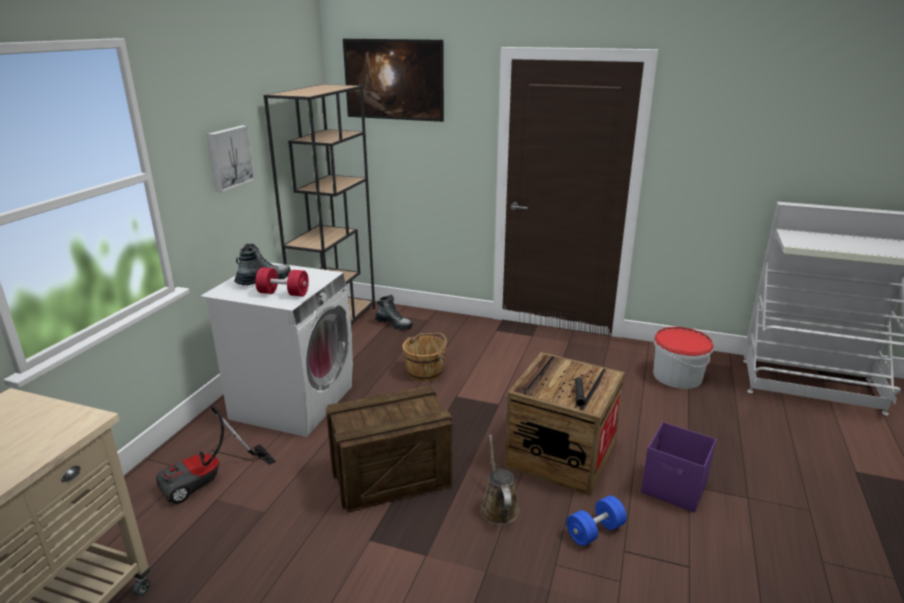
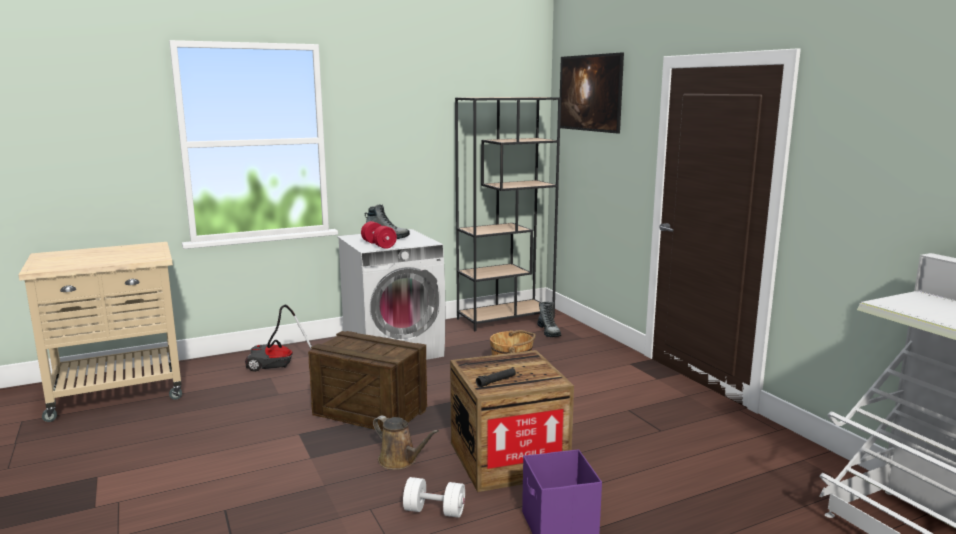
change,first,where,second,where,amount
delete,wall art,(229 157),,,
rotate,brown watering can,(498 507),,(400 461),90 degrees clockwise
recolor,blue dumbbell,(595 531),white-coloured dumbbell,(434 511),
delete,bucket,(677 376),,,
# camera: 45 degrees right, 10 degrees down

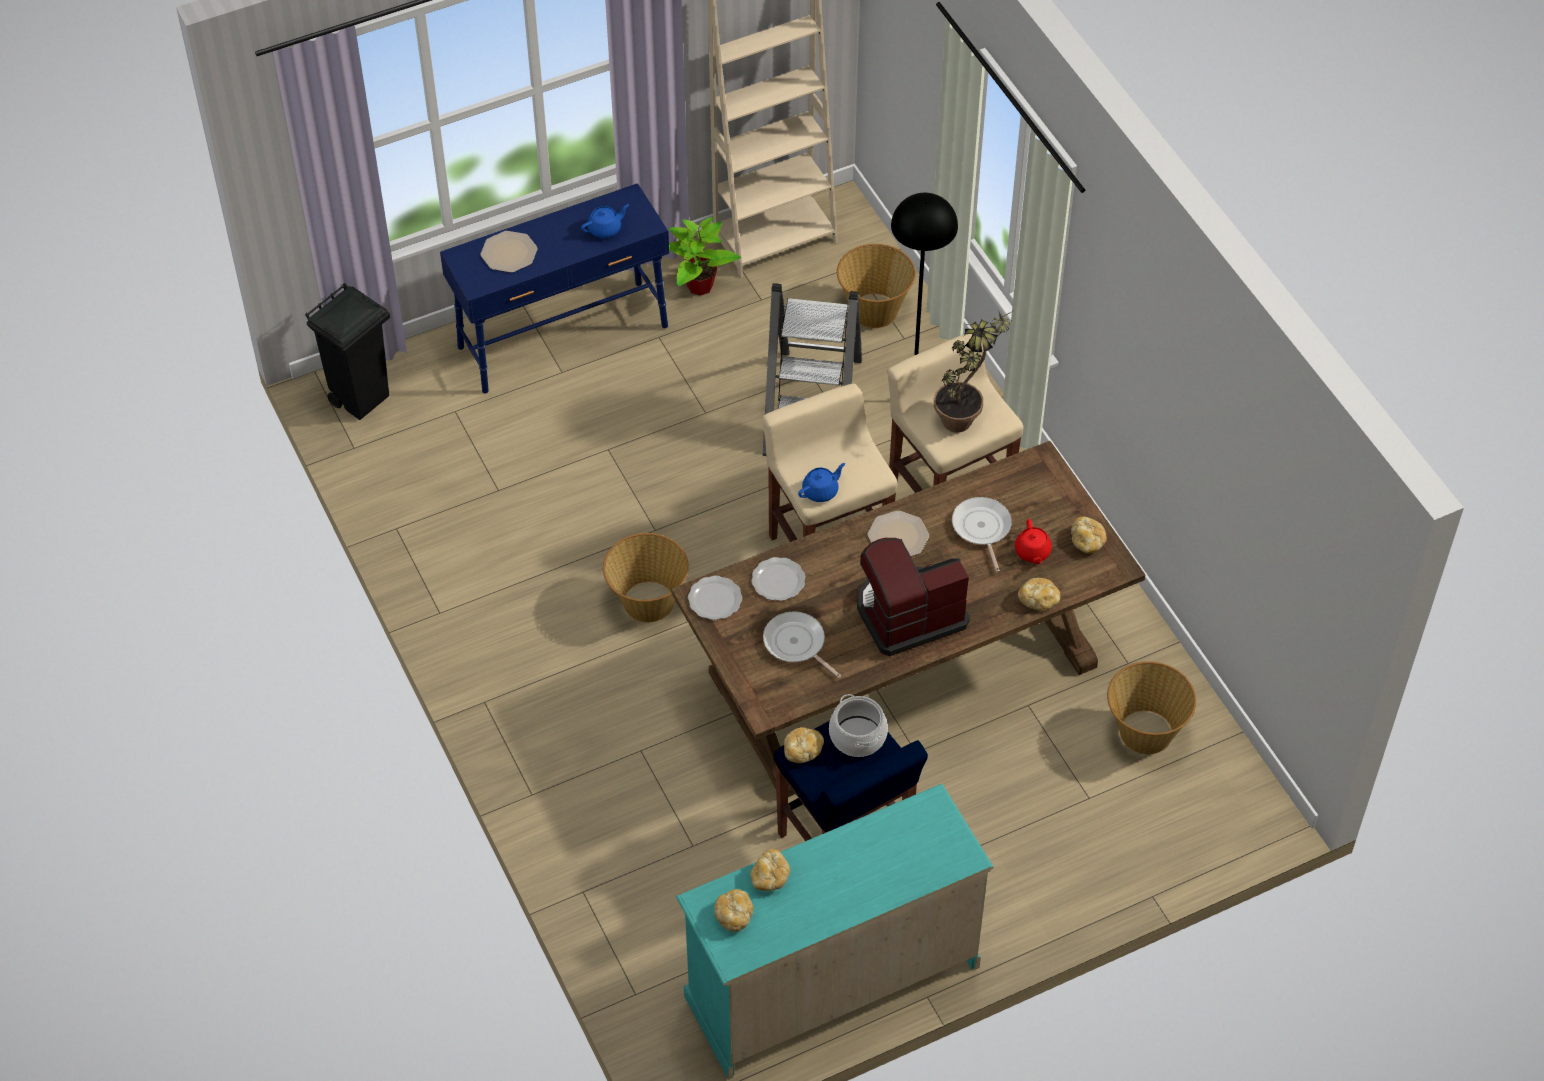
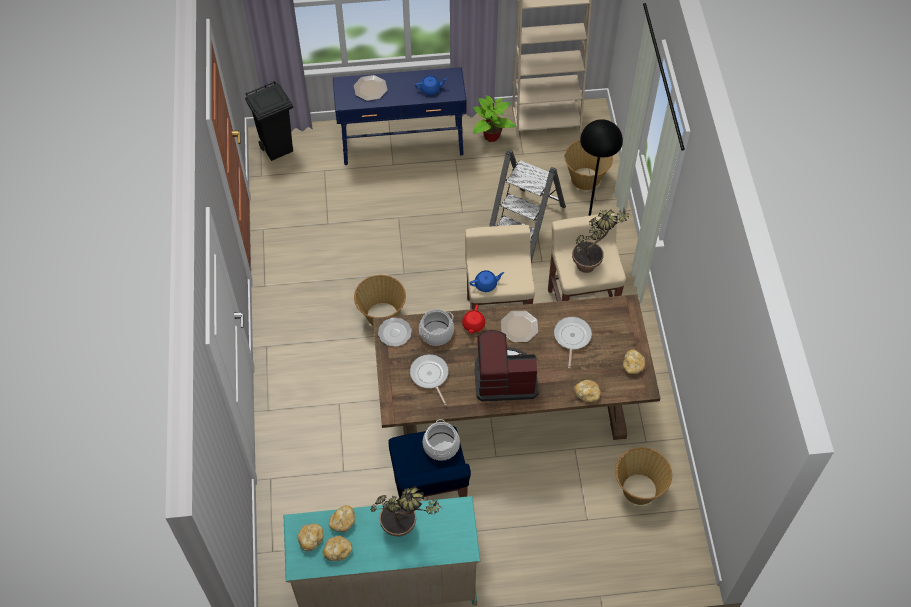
change,first,where,second,where,amount
replace,plate,(778 581),stockpot,(436 333),
move,bakery bread,(803 750),,(337 551),
move,reddish tea pot,(1032 552),,(473 325),
insert,,,potted plant,(406 529),
# camera: 20 degrees right, 5 degrees up

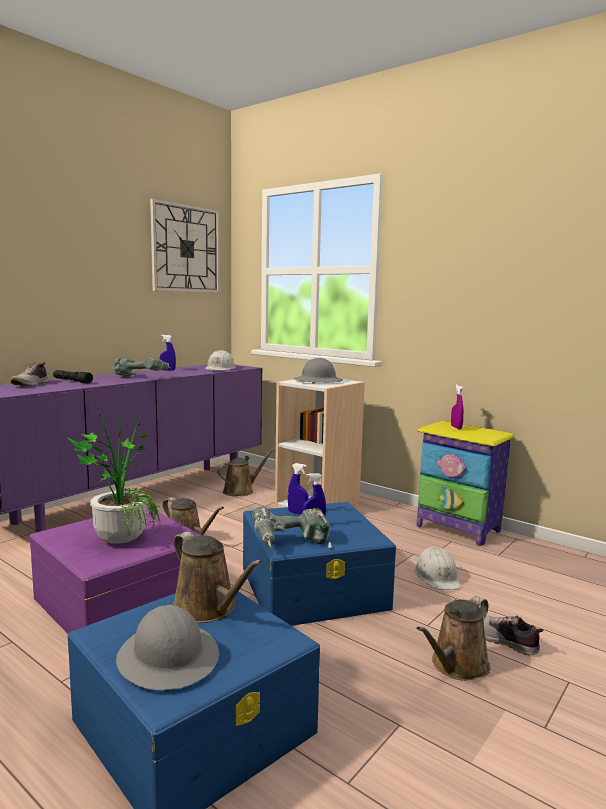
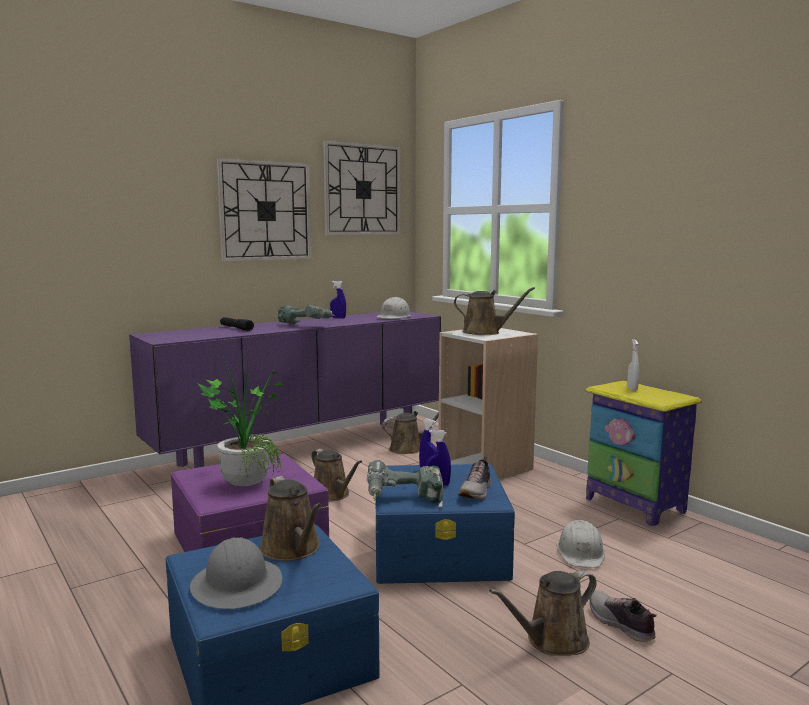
change,first,where,second,where,amount
move,low shoe,(31 384),,(476 492),
replace,greyish safety helmet,(318 381),brown watering can,(485 332),
recolor,purple sprayer,(456 427),white-coloured sprayer,(632 388),
insert,,,clock on the wall,(265 211),
# camera: 15 degrees right, 0 degrees up

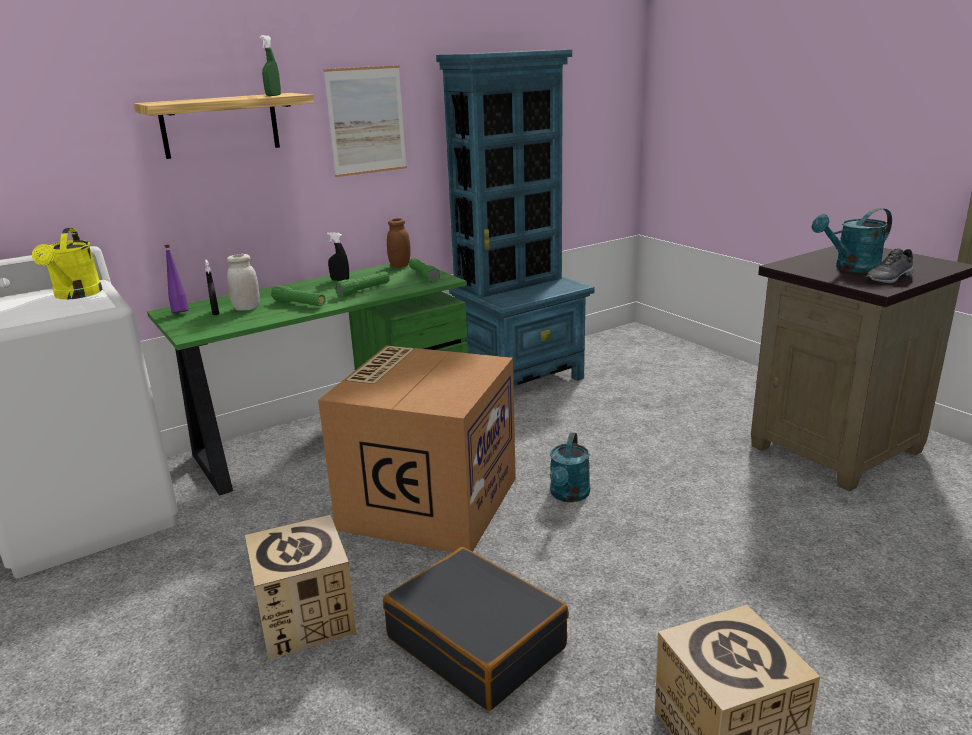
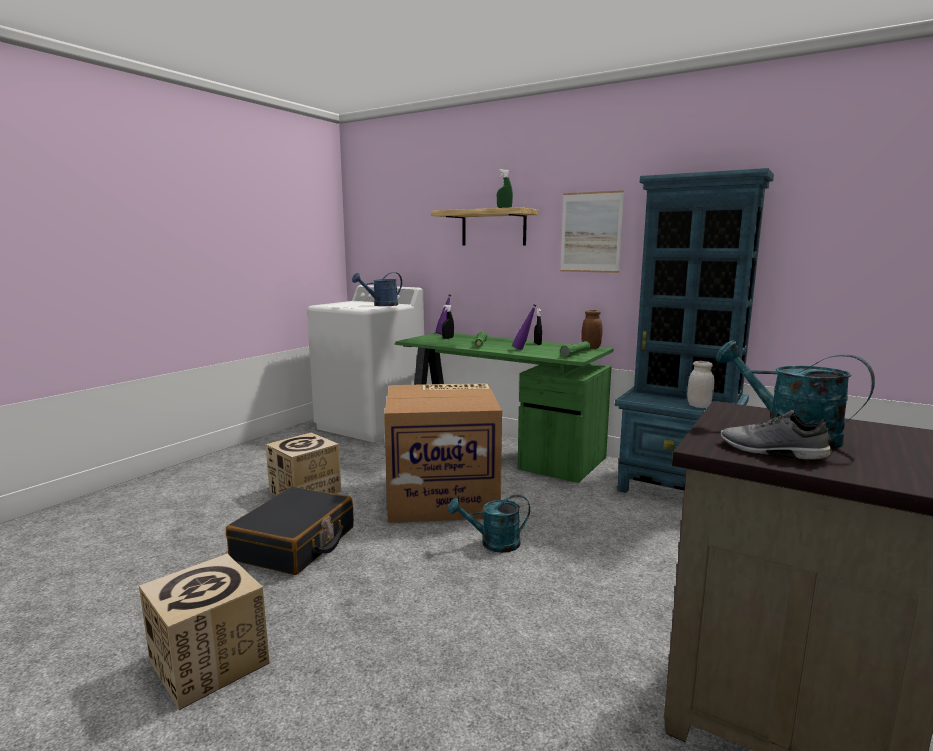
change,first,where,second,where,amount
recolor,yellow-coloured watering can,(75 295),blue watering can,(381 305),
move,white-coloured storage jar,(246 308),,(698 406),
replace,green hand torch,(364 290),purple bottle,(523 349),
# camera: 65 degrees right, 10 degrees down

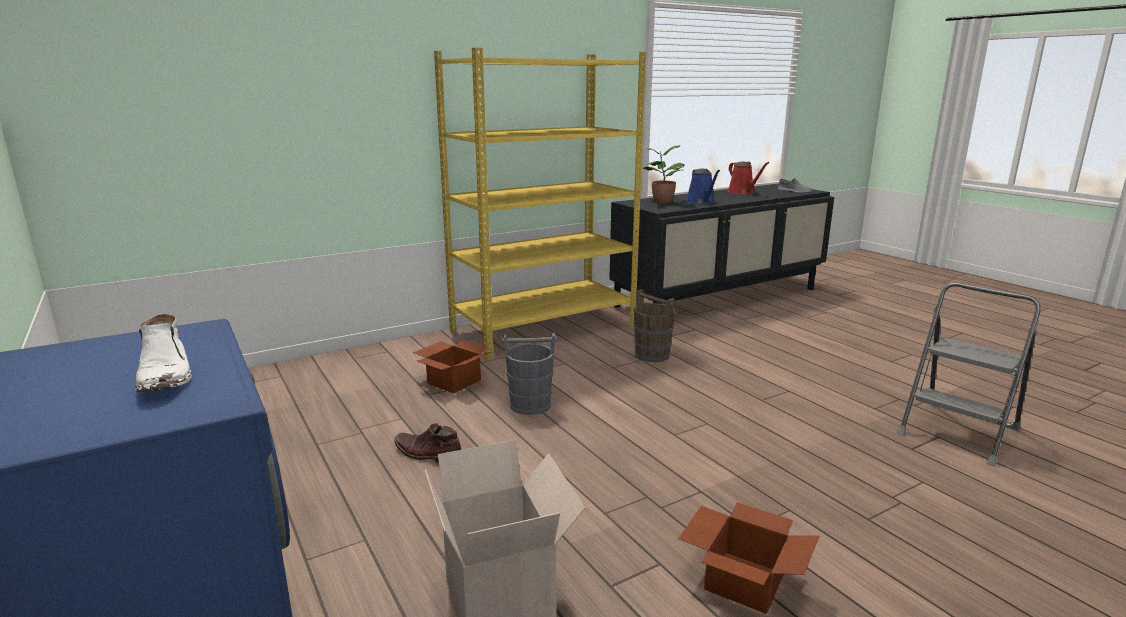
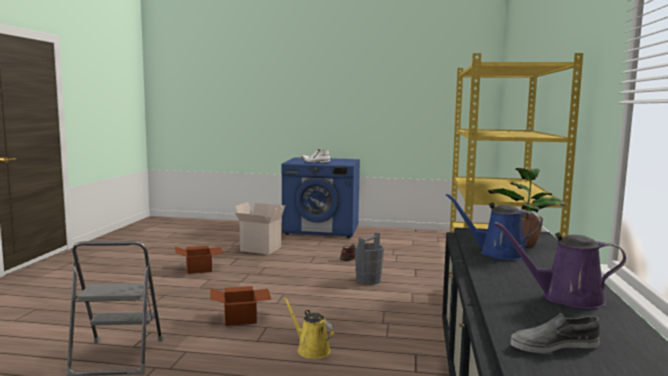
change,first,where,second,where,amount
move,packing box,(453 381),,(241 318),
delete,brown bucket,(652 355),,,
recolor,reddish watering can,(742 192),purple watering can,(566 298),
insert,,,yellow-coloured watering can,(311 349),
# camera: 130 degrees right, 10 degrees down

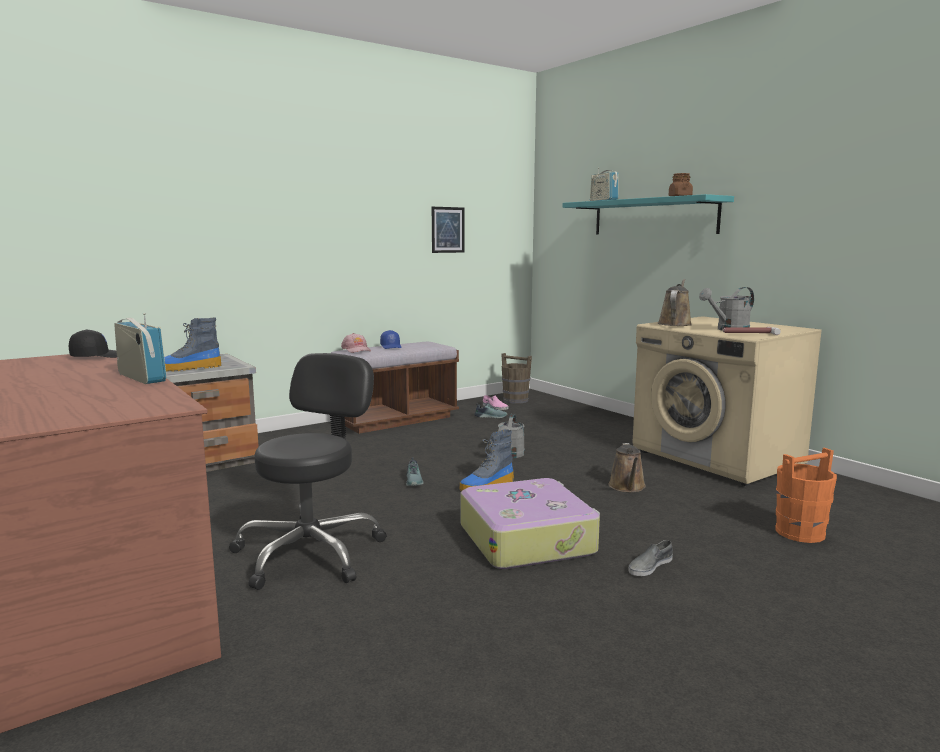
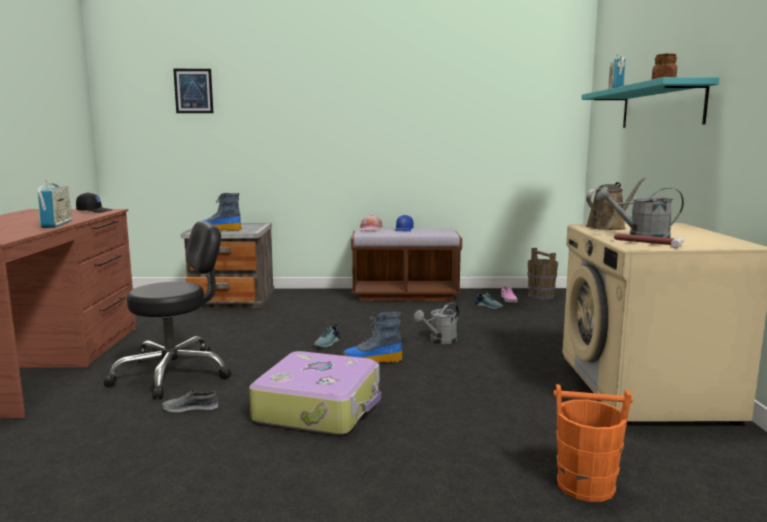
change,first,where,second,where,amount
move,wall art,(448 230),,(193 91),
delete,brown watering can,(627 487),,,
move,greyish low shoe,(649 566),,(191 408),
# camera: 35 degrees right, 0 degrees up

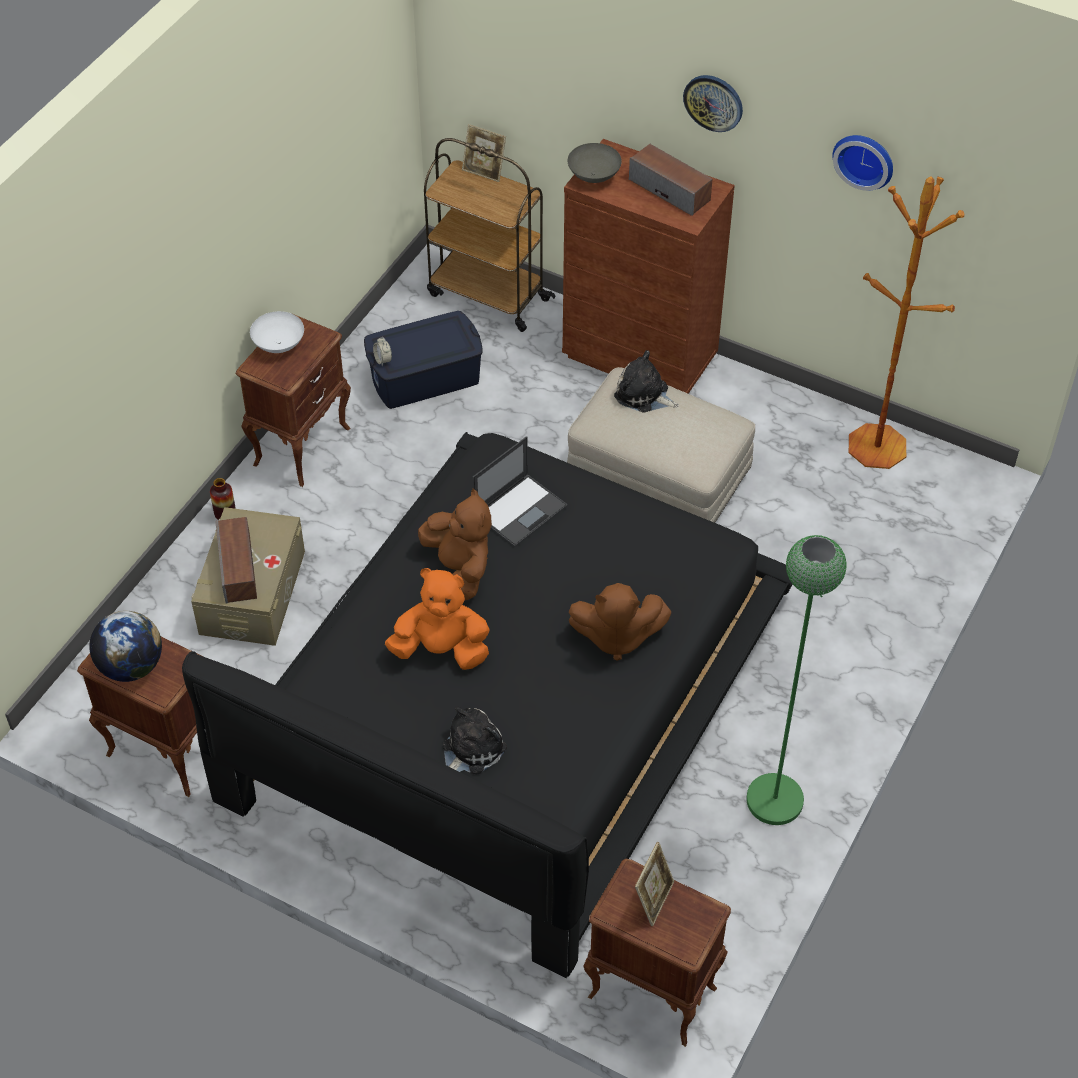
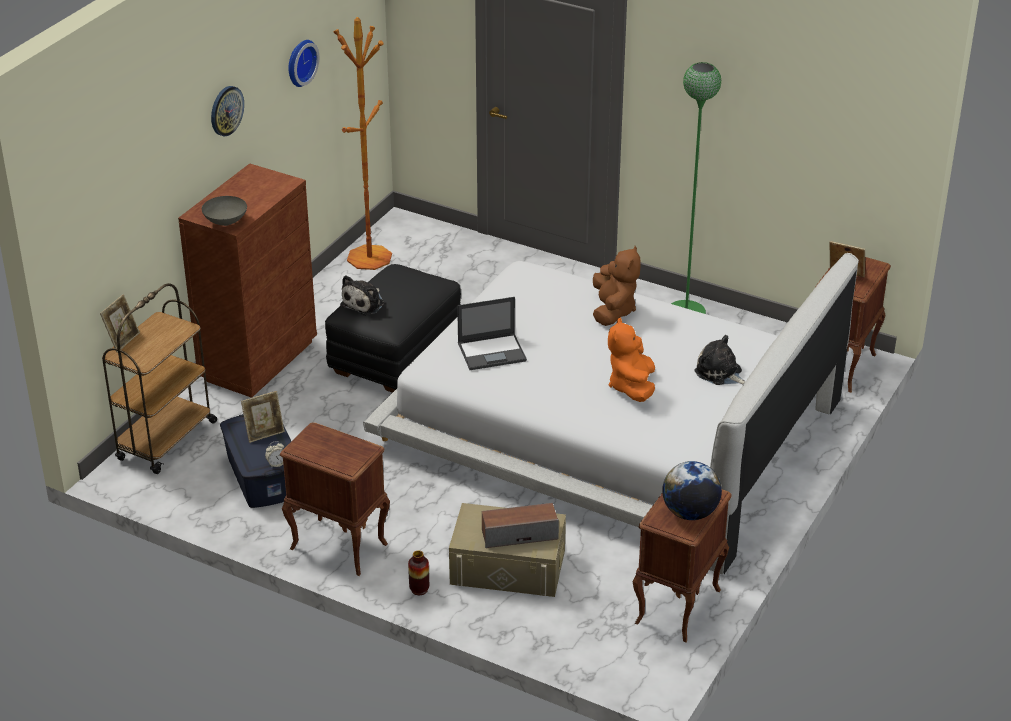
change,first,where,second,where,amount
recolor,black sleeping bed,(511 699),white-coloured sleeping bed,(610 425),
delete,white-coloured serving bowl,(278 344),,,
delete,brown cuddly toy,(460 569),,,
rotate,notebook computer,(521 510),,(492 352),120 degrees clockwise
recolor,beige ottoman,(657 480),black ottoman,(395 355),
delete,loudspeaker,(670 190),,,
insert,,,standing frame,(264 433),
# camera: 90 degrees left, 15 degrees down

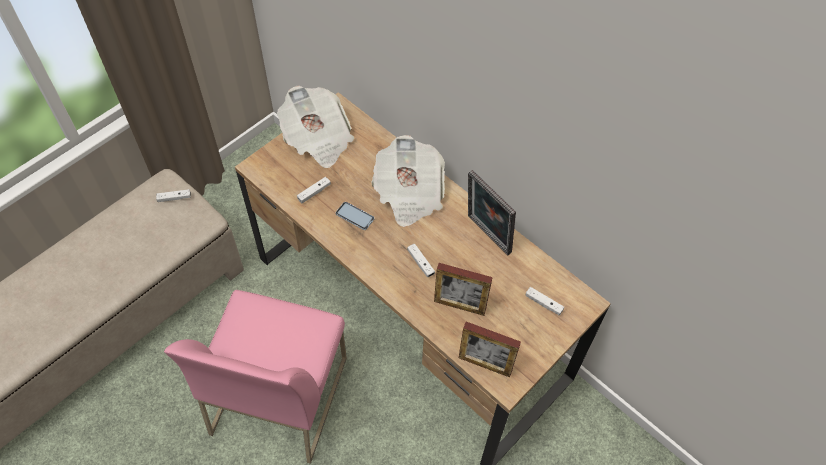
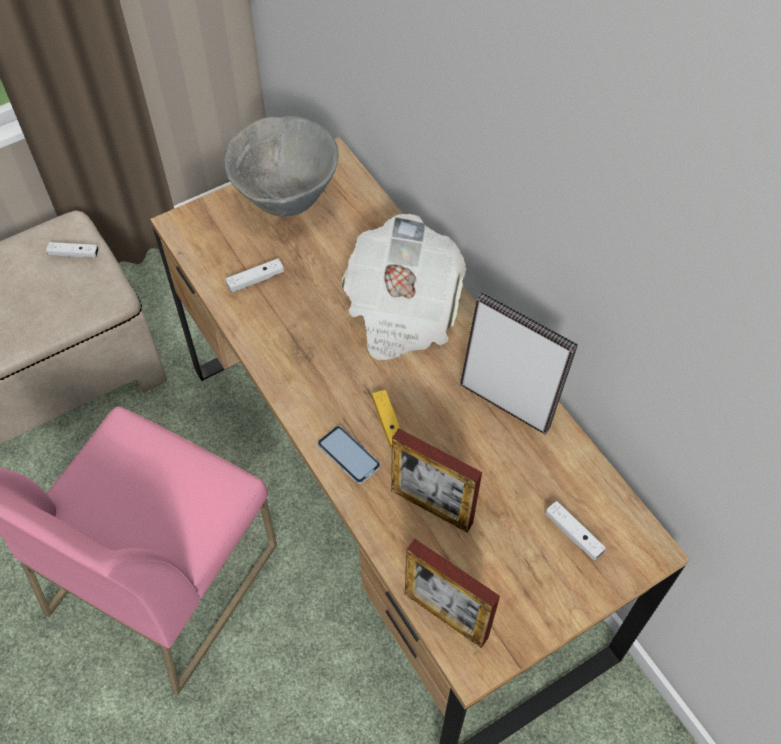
change,first,where,second,where,amount
replace,printed paper,(317 139),greyish serving bowl,(286 201),
move,telephone,(355 216),,(348 455),
recolor,white-coloured game controller,(420 263),yellow-coloured game controller,(388 423),
rotate,standing frame,(486 236),,(507 402),150 degrees clockwise
# camera: 15 degrees right, 0 degrees up

